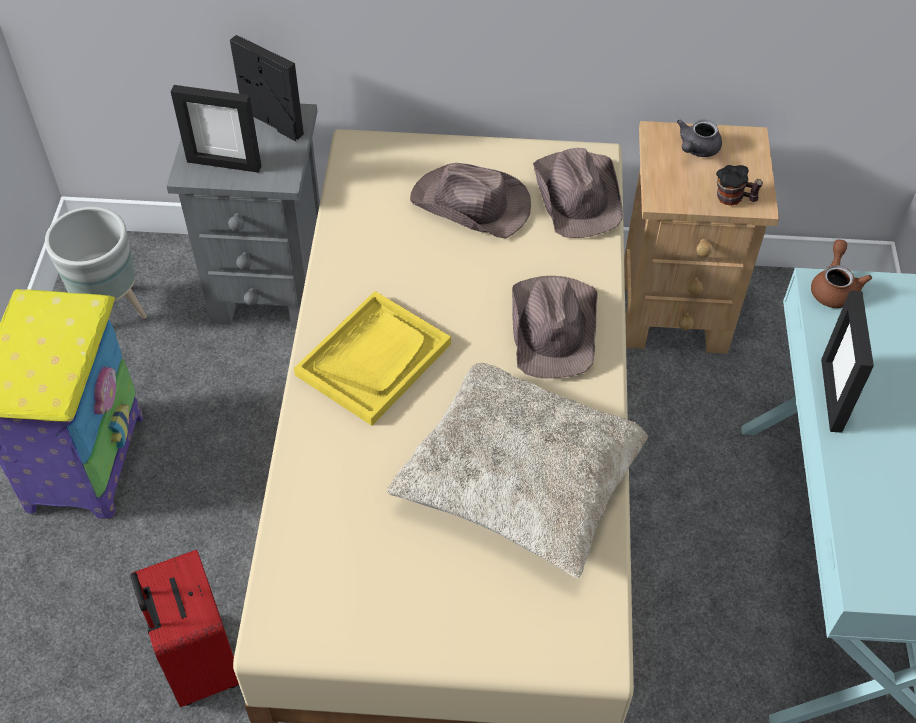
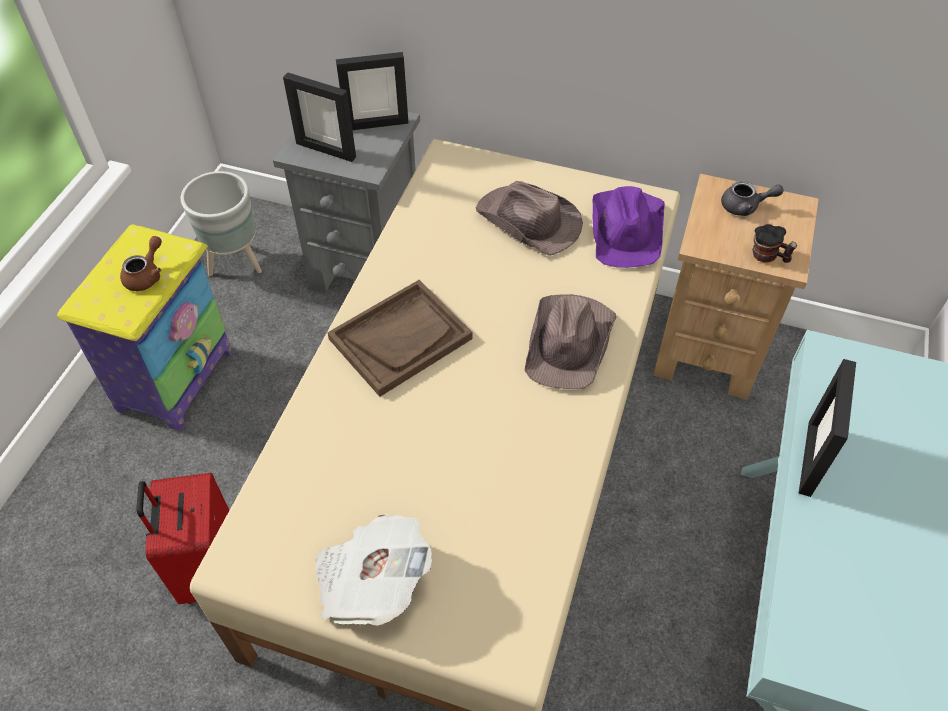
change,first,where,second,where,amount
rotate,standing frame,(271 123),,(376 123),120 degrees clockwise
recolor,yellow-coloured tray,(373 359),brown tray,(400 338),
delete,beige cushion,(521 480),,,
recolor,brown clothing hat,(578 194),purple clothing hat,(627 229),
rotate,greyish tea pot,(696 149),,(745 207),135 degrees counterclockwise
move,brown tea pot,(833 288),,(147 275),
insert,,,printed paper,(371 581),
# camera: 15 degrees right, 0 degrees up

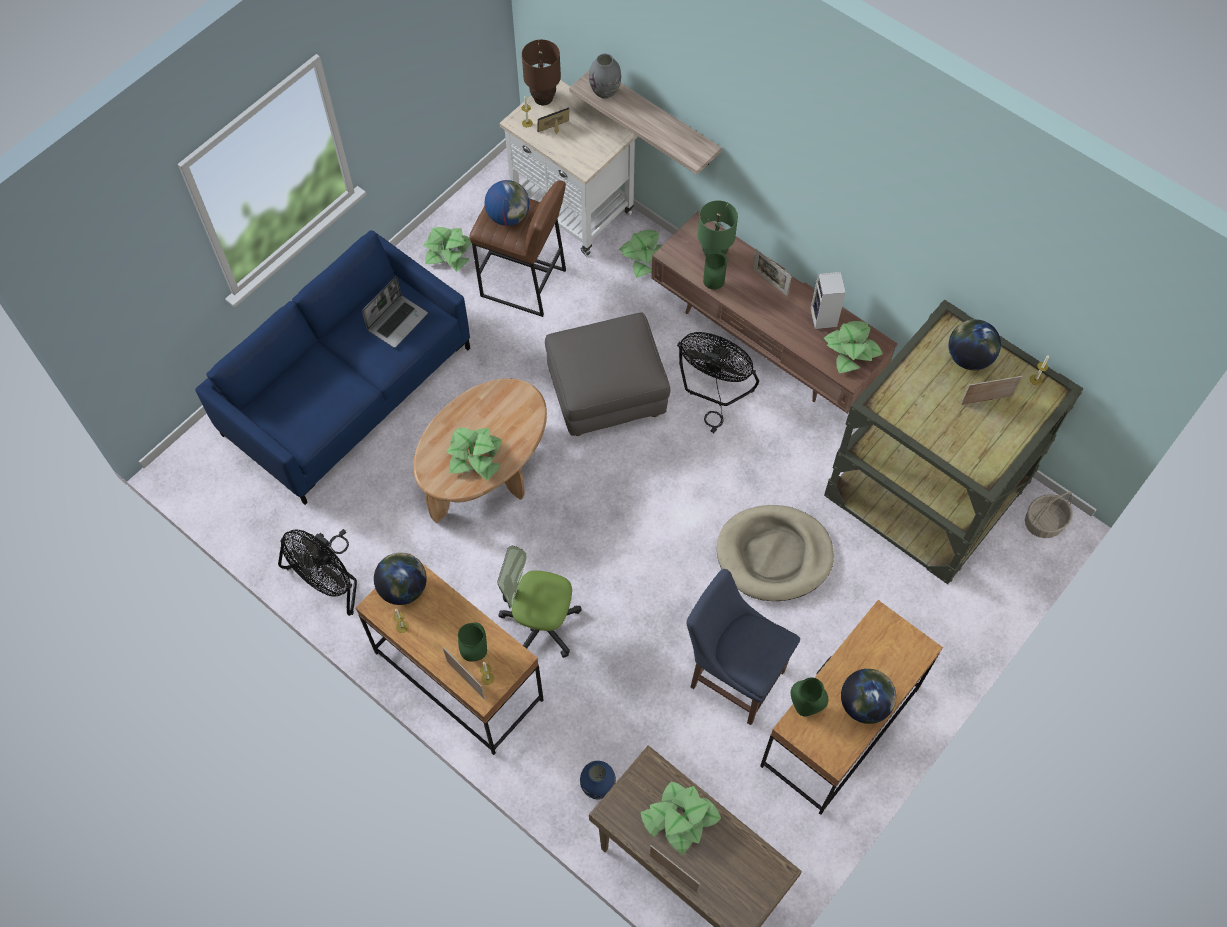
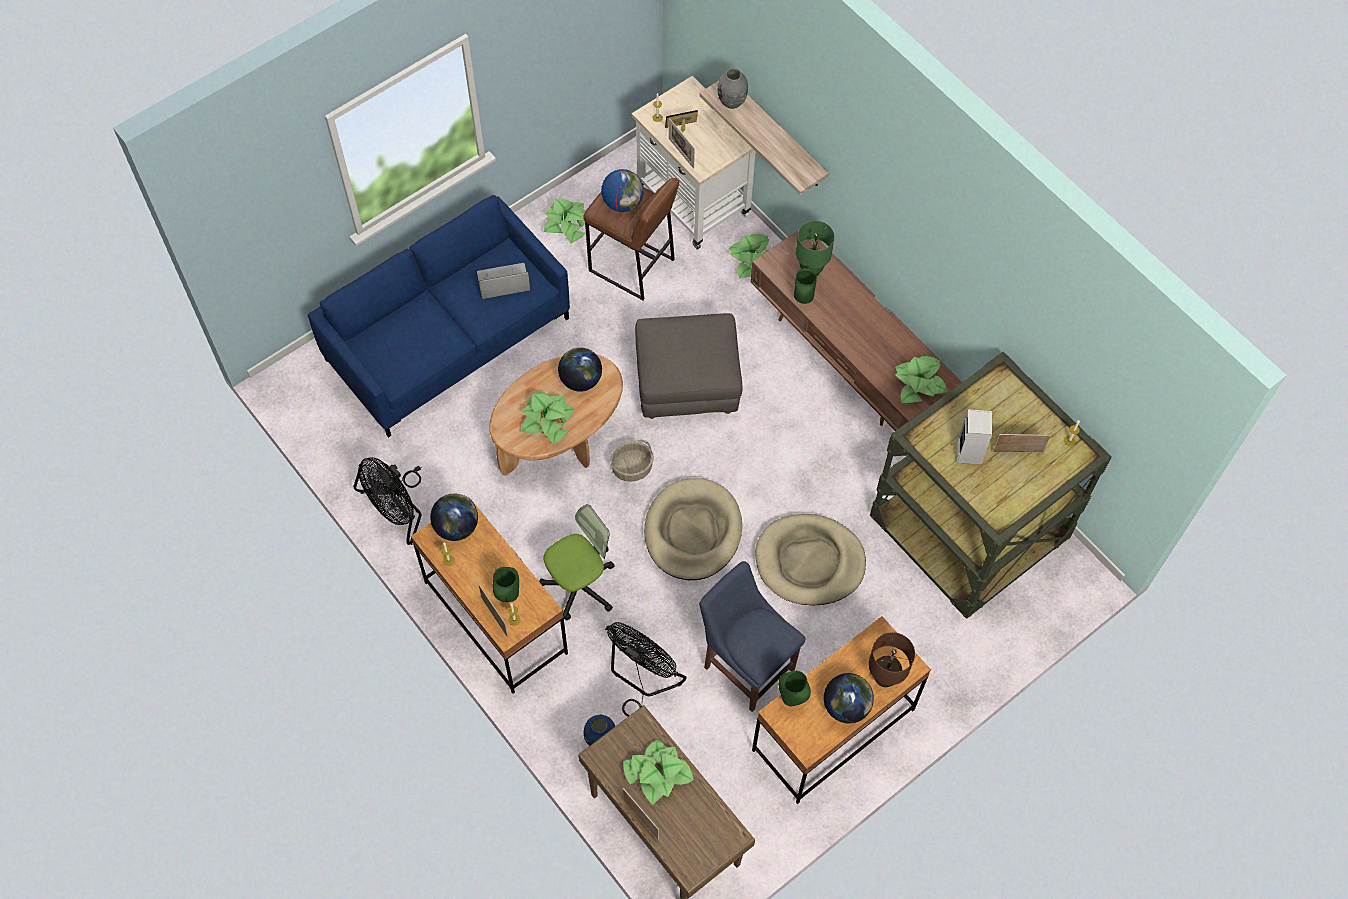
change,first,where,second,where,amount
rotate,notebook computer,(397 321),,(503 283),150 degrees counterclockwise
rotate,desk chair,(540 624),,(579 585),120 degrees clockwise
move,brown tabletop lamp,(543 98),,(885 677),
move,black electric fan,(713 391),,(639 676),
move,standing frame,(770 282),,(681 153),
move,loudspeaker,(824 318),,(969 453),
move,globe,(968 357),,(580 380),
move,basket,(1043 523),,(631 468),
insert,,,beige pet bed,(692 531),
# camera: 10 degrees right, 0 degrees up

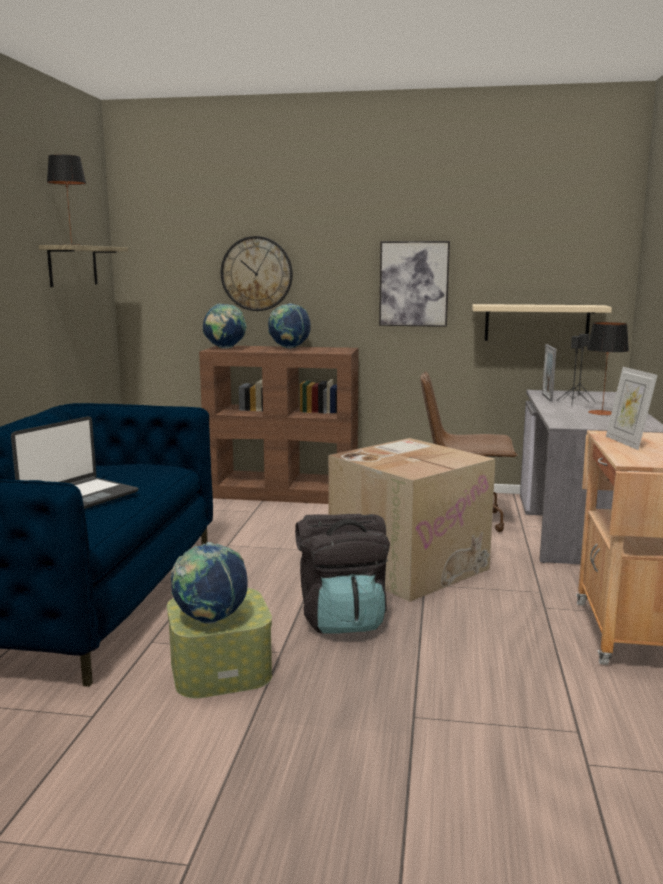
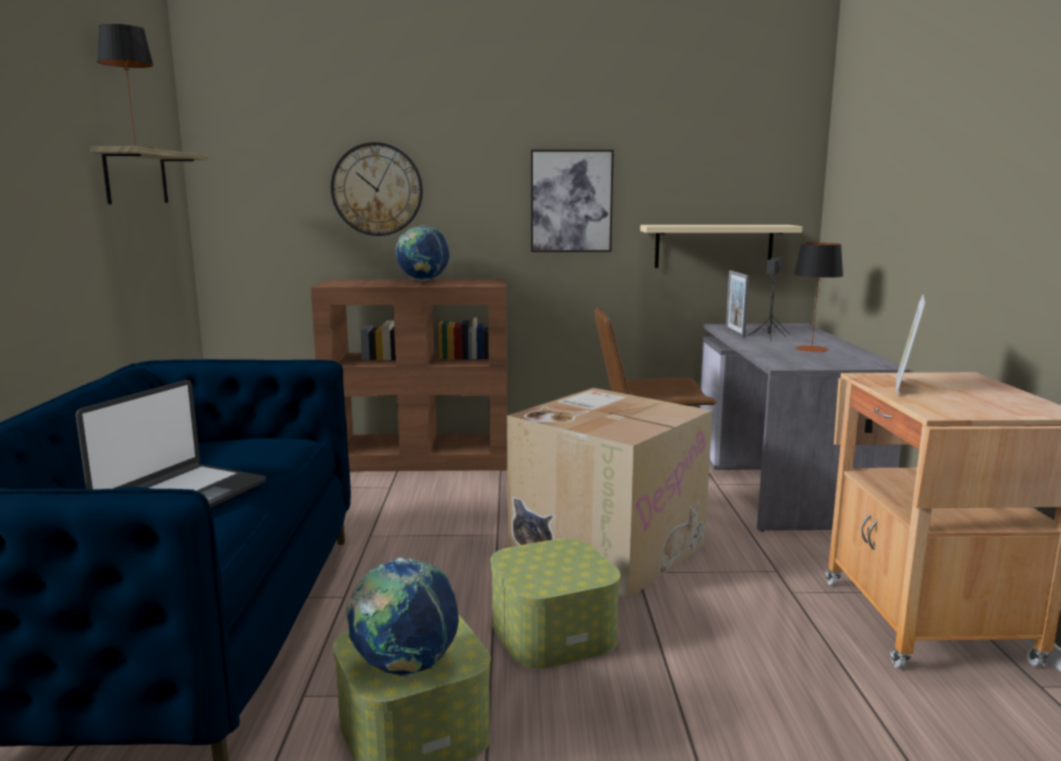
change,first,where,second,where,amount
delete,globe,(224 348),,,
replace,black backpack,(342 619),storage container,(553 632),
rotate,standing frame,(627 442),,(904 387),45 degrees clockwise
# camera: 10 degrees left, 0 degrees up

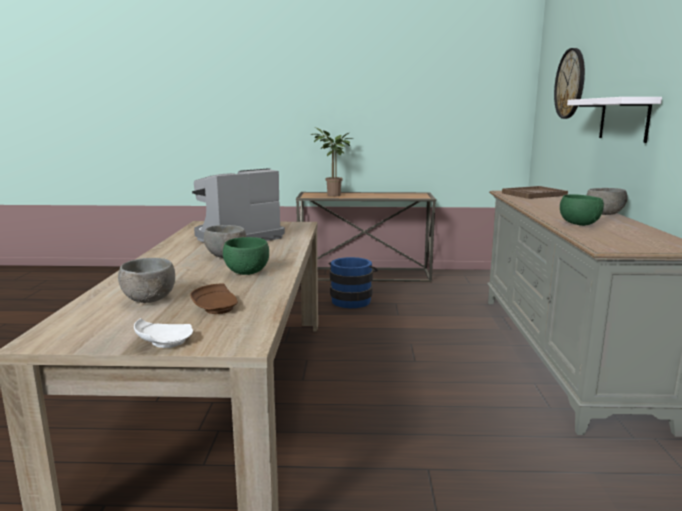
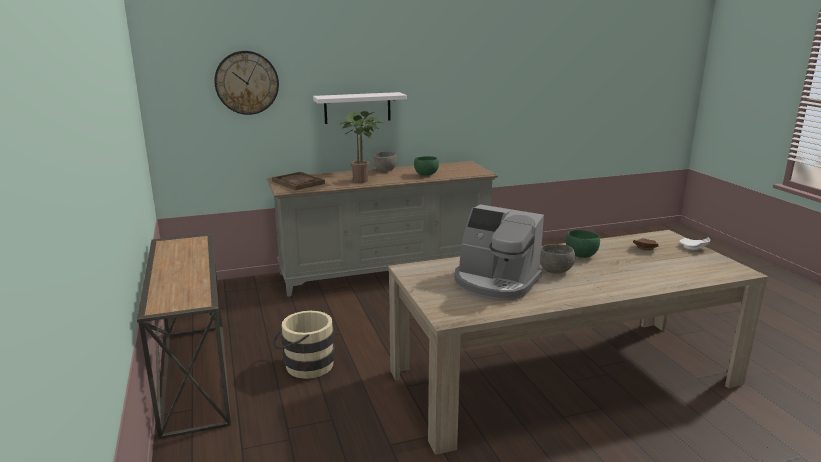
change,first,where,second,where,amount
delete,greyish serving bowl,(148 300),,,
move,potted plant,(332 195),,(363 181),
recolor,blue bucket,(352 300),beige bucket,(304 365),
# camera: 110 degrees left, 5 degrees up

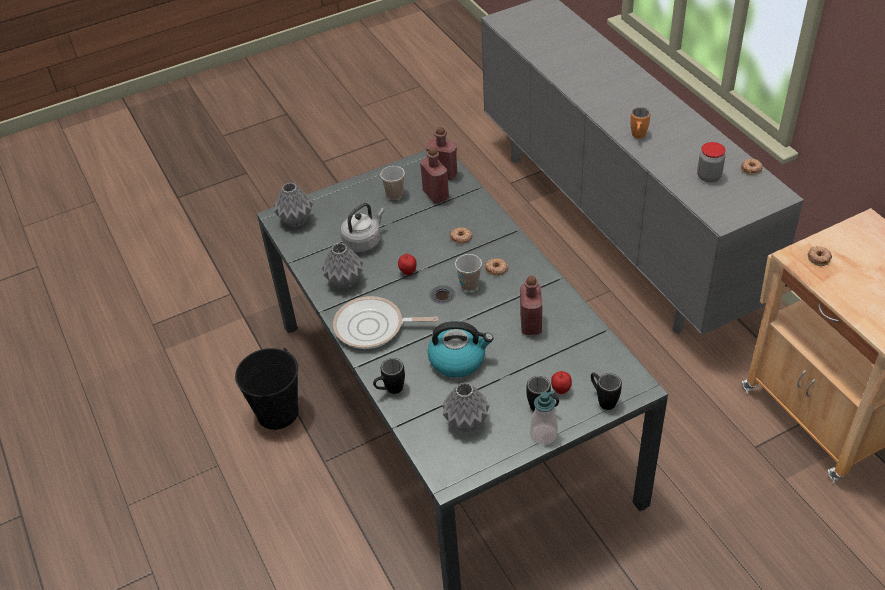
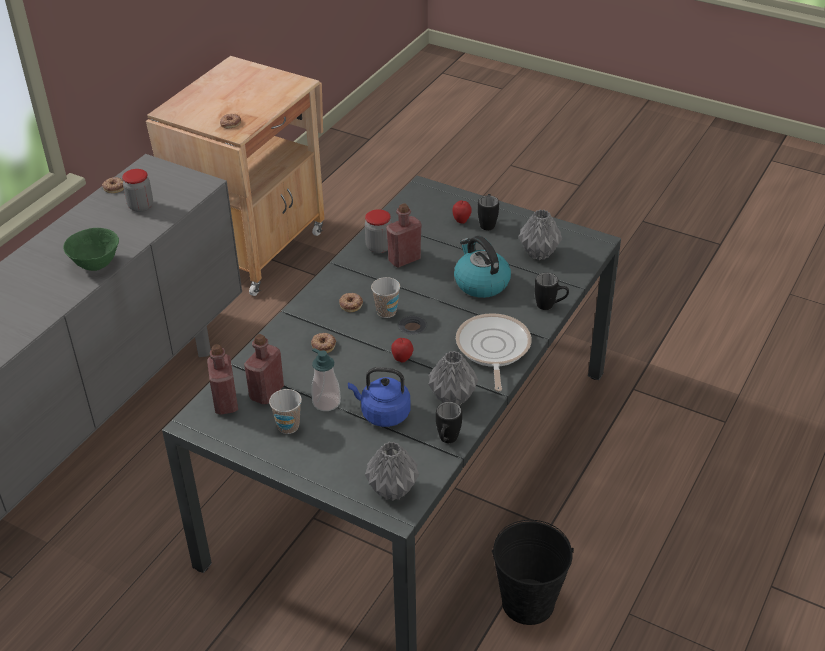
change,first,where,second,where,amount
rotate,pan,(373 327),,(492 349),150 degrees counterclockwise
recolor,greyish kettle,(364 241),blue kettle,(383 414),
move,soap bottle,(543 434),,(326 402),
move,black tea mug,(603 400),,(446 441),
replace,orangey tea mug,(638 137),green serving bowl,(95 264),
insert,,,storage jar,(379 247),
# camera: 125 degrees left, 5 degrees down

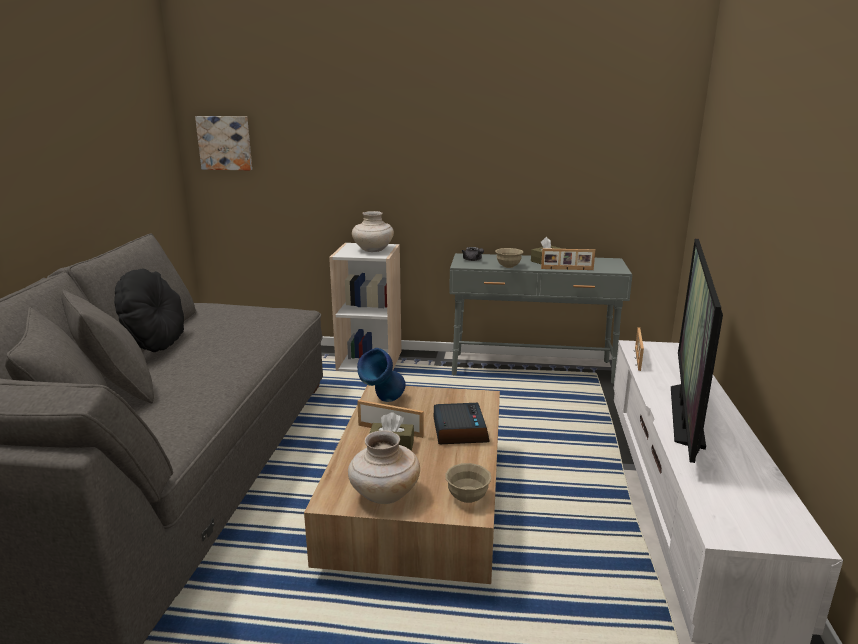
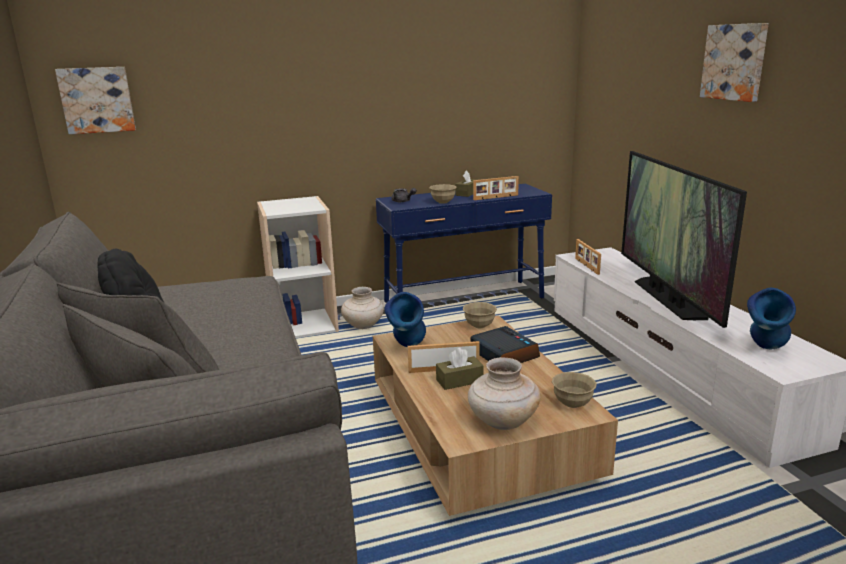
change,first,where,second,where,amount
move,beige vase,(373 250),,(363 326),
recolor,greyish hall table,(532 369),blue hall table,(464 300),
insert,,,beige serving bowl,(479 326),
insert,,,wall art,(735 62),
insert,,,blue vase,(765 350),
# camera: 25 degrees left, 0 degrees up

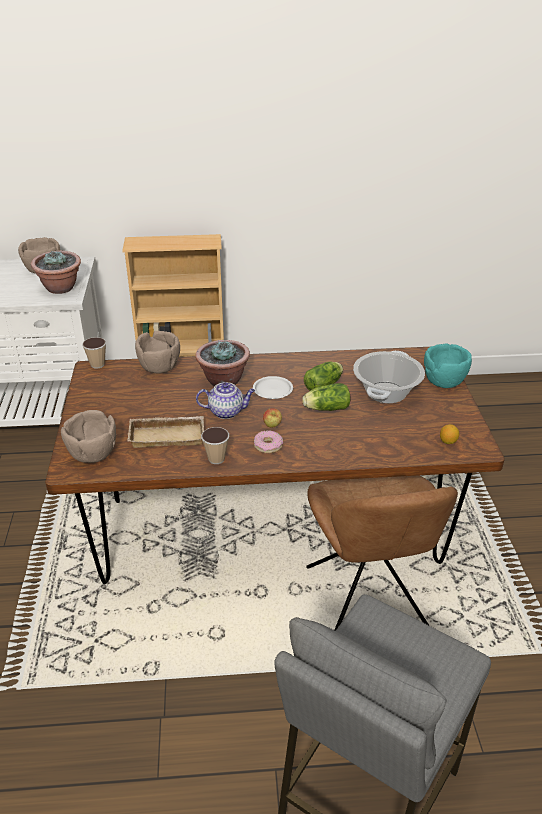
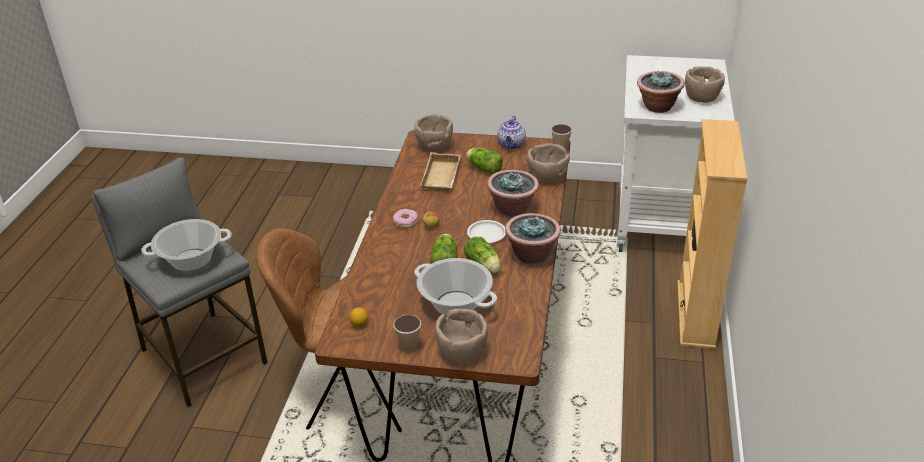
change,first,where,second,where,amount
move,tea pot,(227 411),,(511 145),
move,drinking cup,(216 459),,(409 346),
recolor,turquoise serving bowl,(444 380),brown serving bowl,(462 353),
insert,,,stockpot,(191 259),
insert,,,head of lettuce,(483 168),
insert,,,potted plant,(531 255),
# camera: 105 degrees right, 0 degrees up

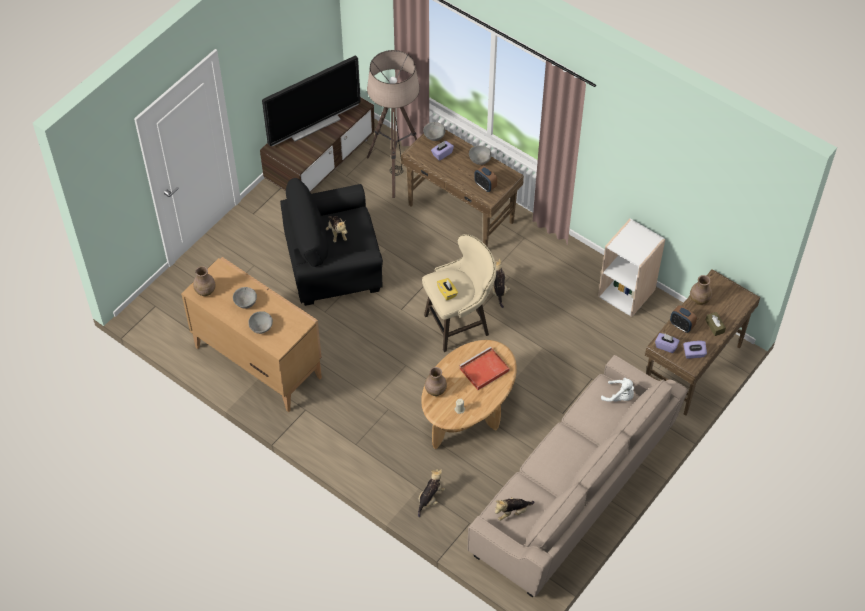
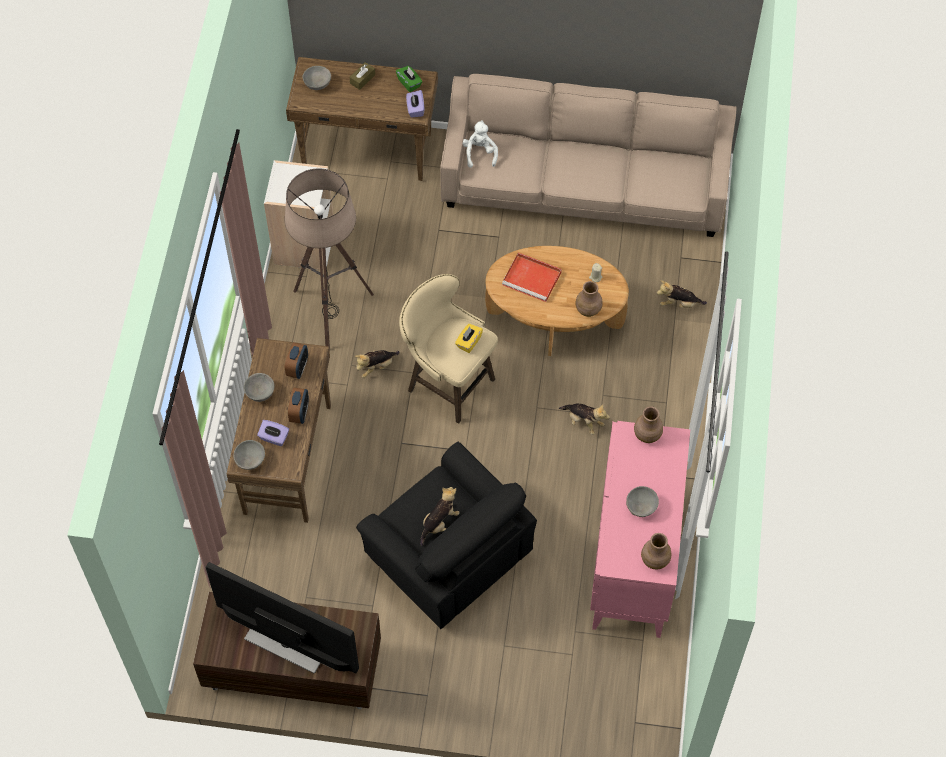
change,first,where,second,where,amount
recolor,brown cupboard,(258 362),pink cupboard,(633 558),
move,greyish serving bowl,(261 327),,(317 84),
move,standard lamp,(395 171),,(332 311),
move,cuddly toy,(512 512),,(583 422),
move,table clock,(681 326),,(299 413),
recolor,purple box of tissues,(694 354),green box of tissues,(409 83),
move,brown vase,(699 299),,(647 435),
# camera: 120 degrees left, 5 degrees up

